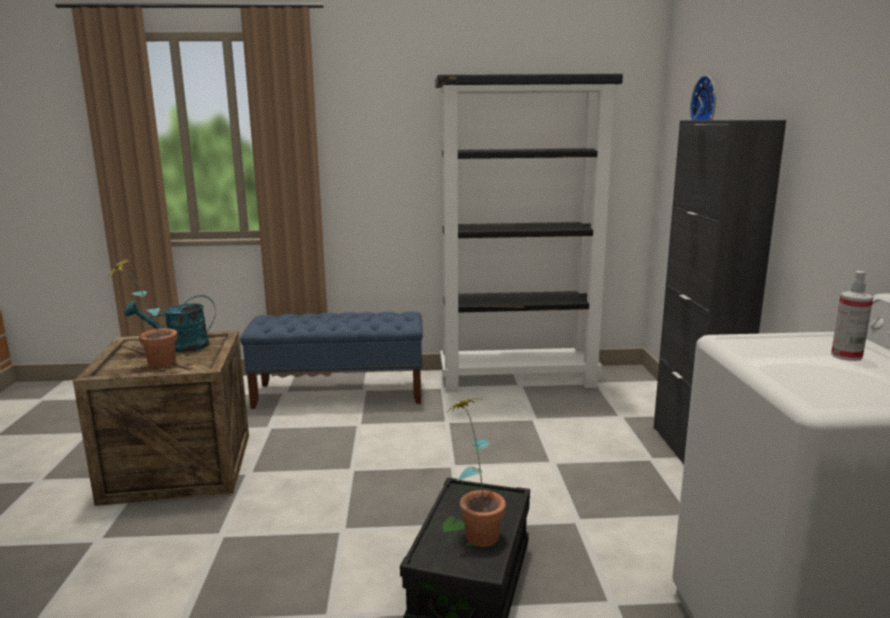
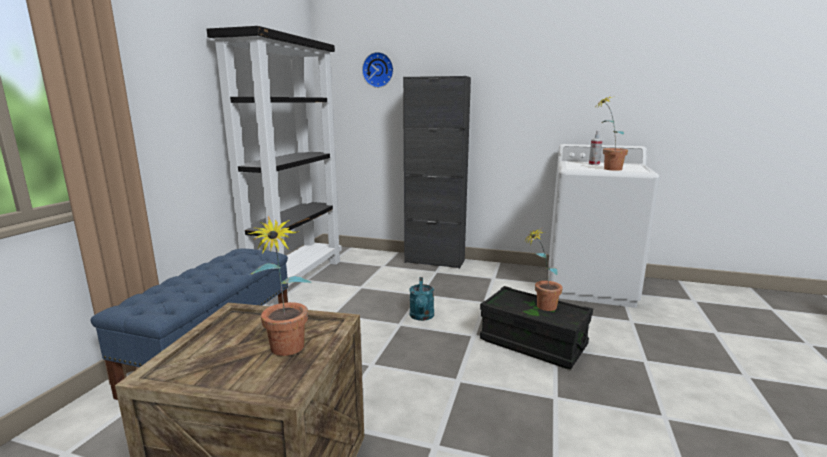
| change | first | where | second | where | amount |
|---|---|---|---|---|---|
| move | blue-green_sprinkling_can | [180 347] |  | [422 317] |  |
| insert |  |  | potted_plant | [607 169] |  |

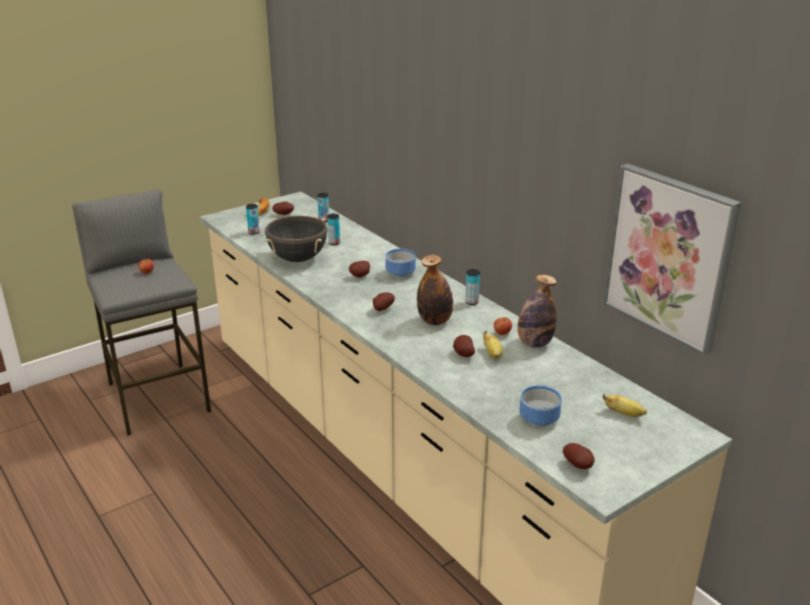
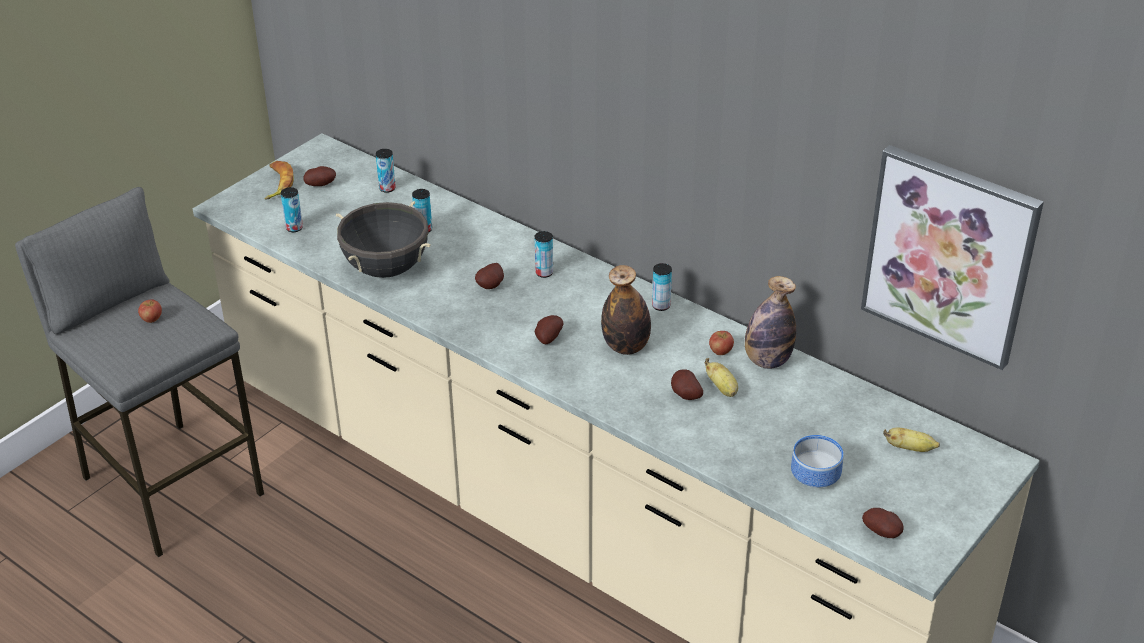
| change | first | where | second | where | amount |
|---|---|---|---|---|---|
| replace | deep_dish | [400 274] | sealed_can | [544 273] |  |

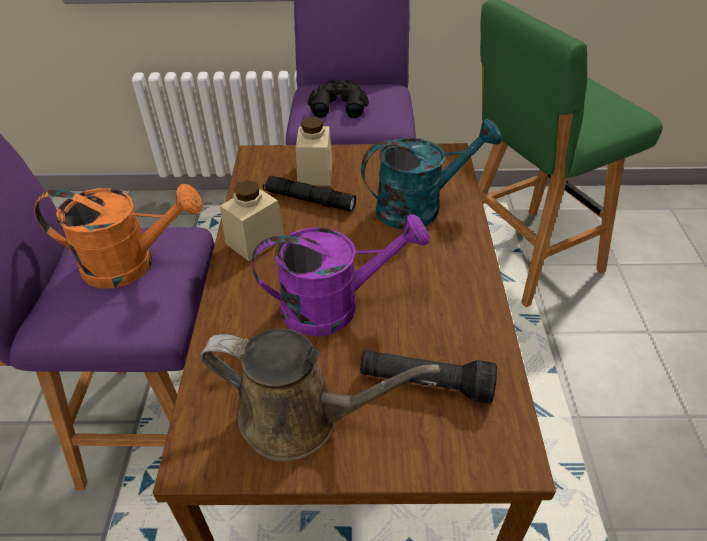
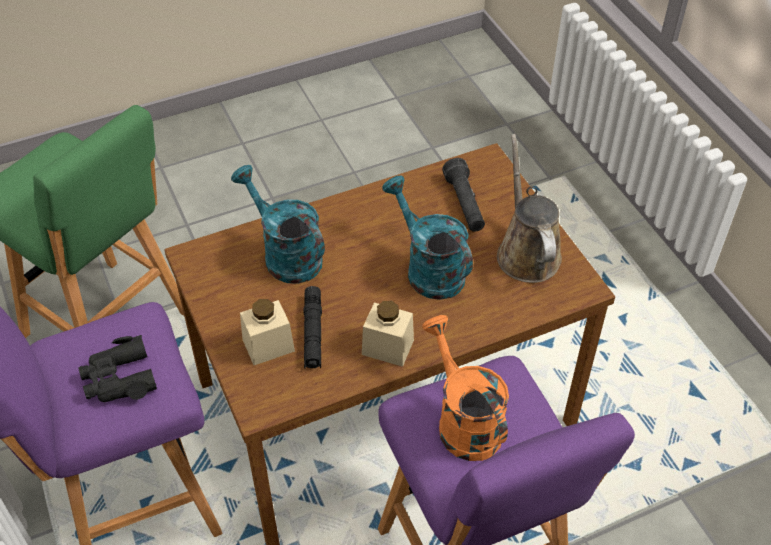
| change | first | where | second | where | amount |
|---|---|---|---|---|---|
| recolor | purplish_sprinkling_can | [334 305] | blue-green_sprinkling_can | [428 269] |  |

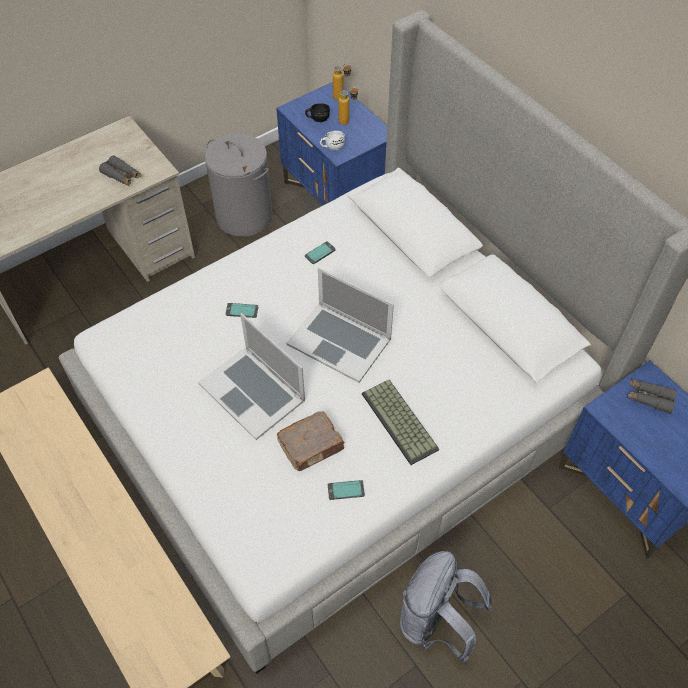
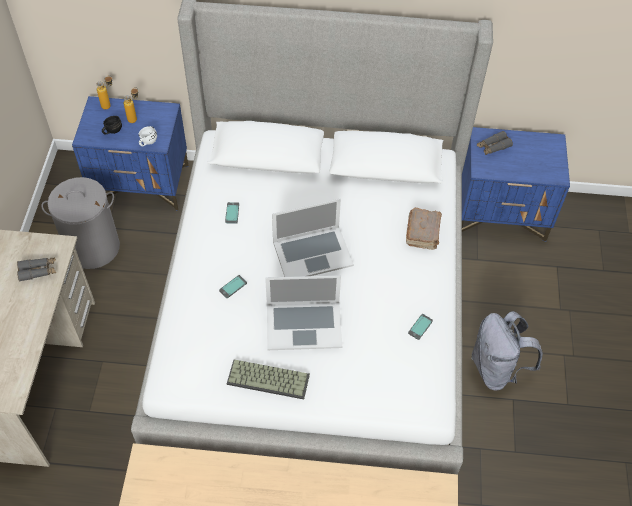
| change | first | where | second | where | amount |
|---|---|---|---|---|---|
| move | computer_keyboard | [401 421] |  | [269 378] |  |
| move | brown_volume | [312 446] |  | [423 233] |  |

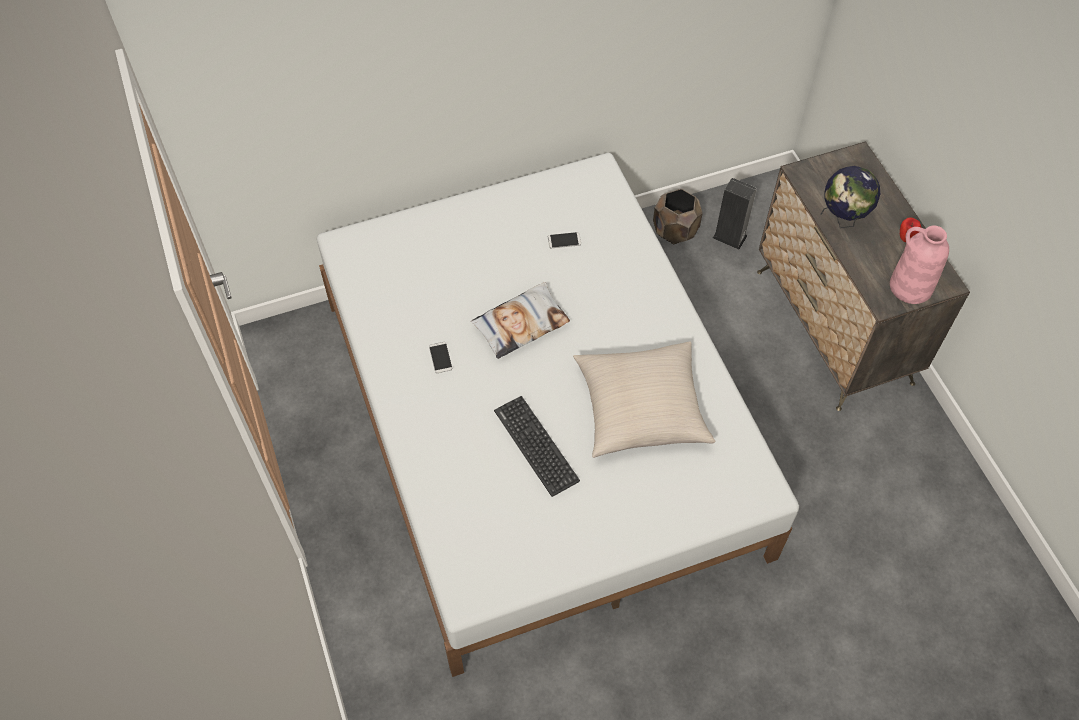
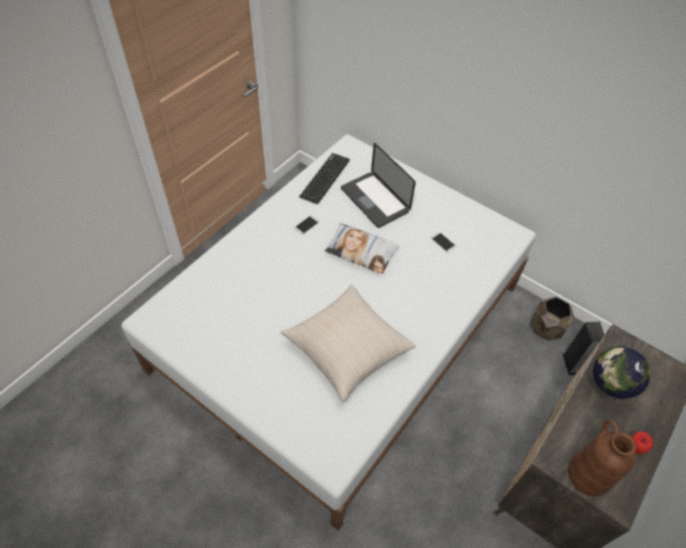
| change | first | where | second | where | amount |
|---|---|---|---|---|---|
| move | computer_keyboard | [536 445] |  | [325 178] |  |
| insert |  |  | laptop | [374 200] |  |
| recolor | pink_flower_vase | [910 287] | brown_flower_vase | [588 474] |  |

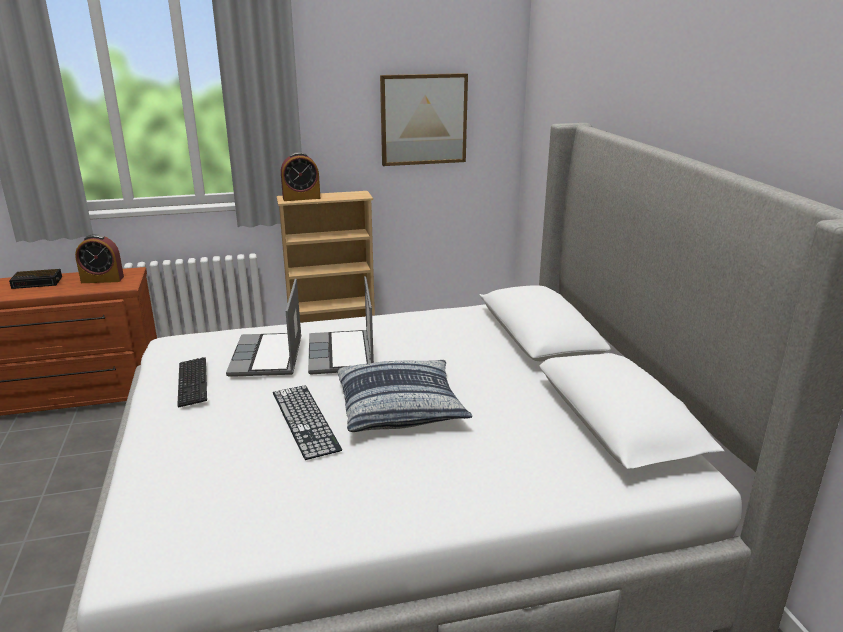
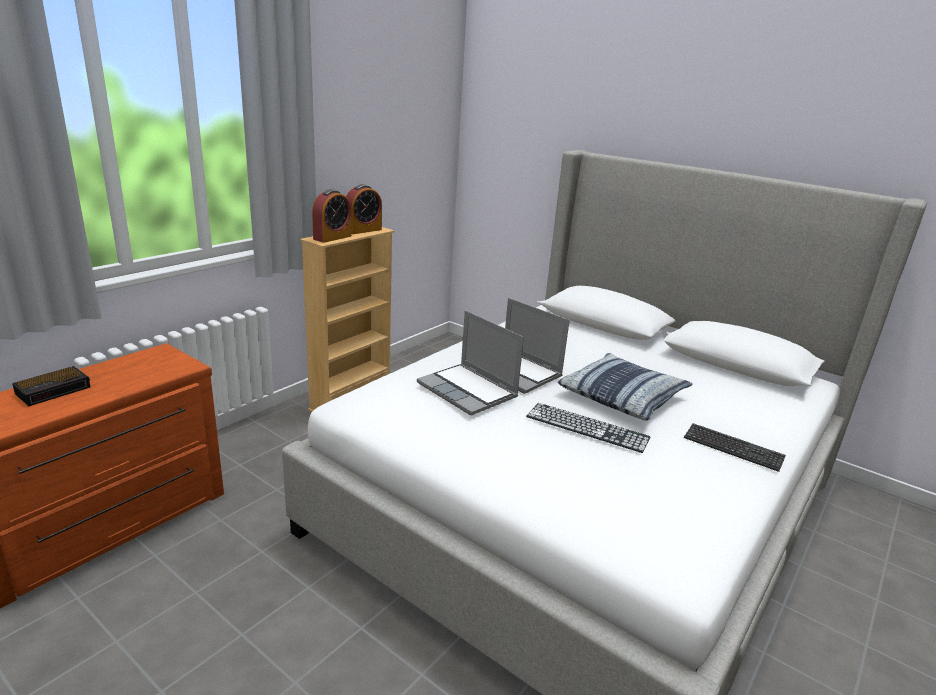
| change | first | where | second | where | amount |
|---|---|---|---|---|---|
| move | alarm_clock | [102 279] |  | [363 230] |  |
| move | computer_keyboard | [192 383] |  | [733 448] |  |
| delete | wall_picture | [423 119] |  |  |  |

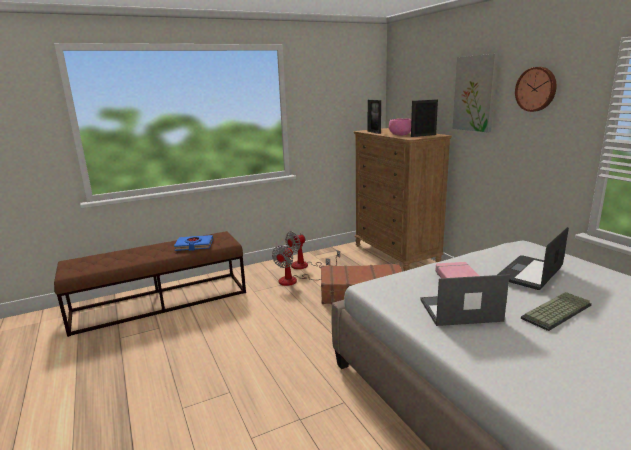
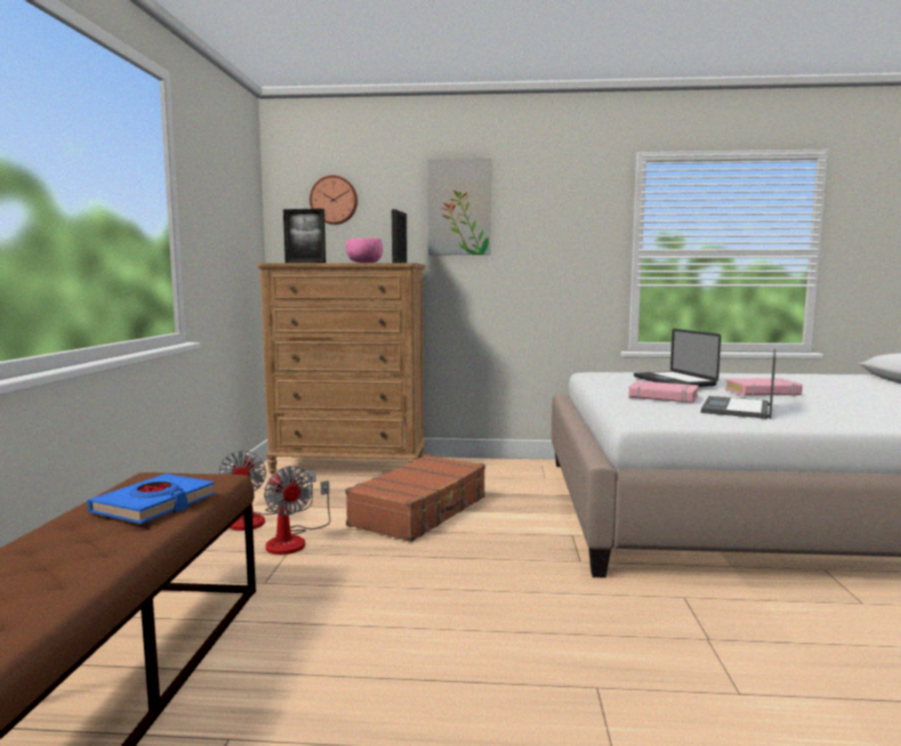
| change | first | where | second | where | amount |
|---|---|---|---|---|---|
| move | wall_clock | [536 89] |  | [334 200] |  |
| replace | computer_keyboard | [557 312] | pink_volume | [762 392] |  |

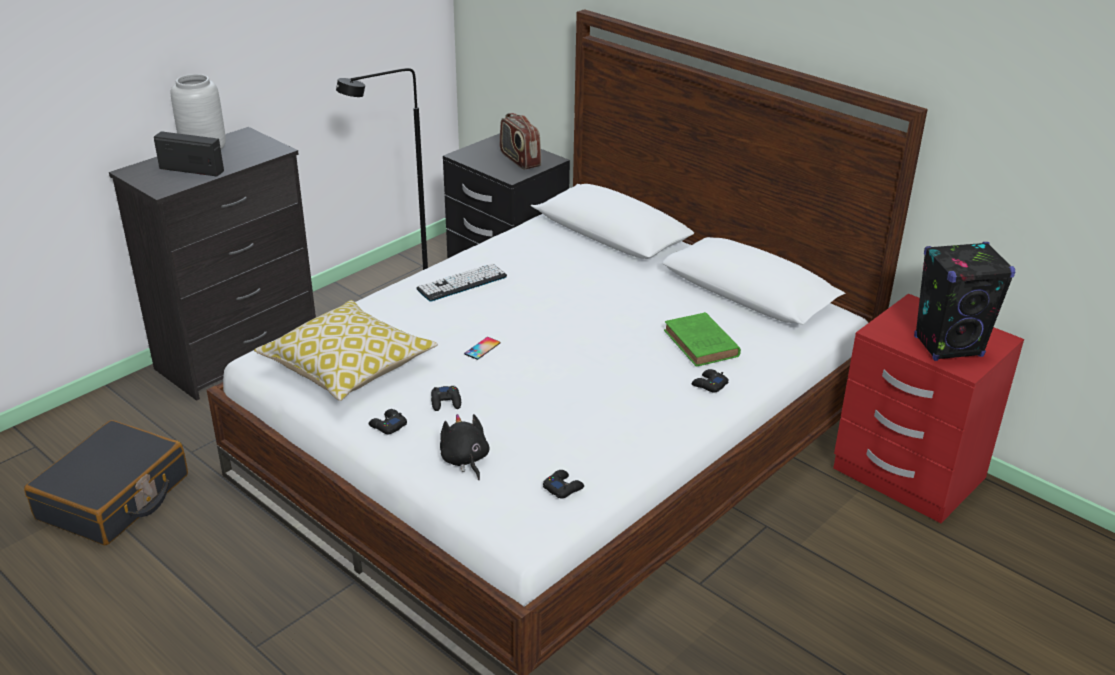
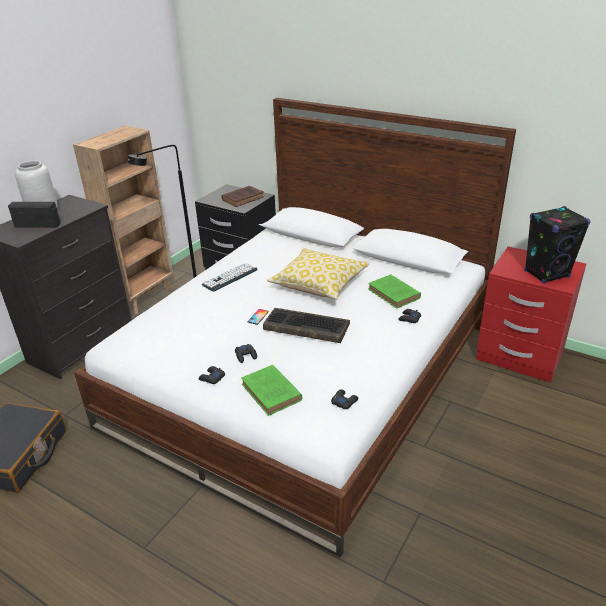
| change | first | where | second | where | amount |
|---|---|---|---|---|---|
| insert |  |  | brown_bookshelf | [145 297] |  |
| replace | radio_receiver | [519 160] | brown_volume | [244 198] |  |
| replace | black_soft_toy | [465 460] | green-coloured_volume | [272 393] |  |
| insert |  |  | computer_keyboard | [305 327] |  |
| move | cushion | [348 367] |  | [319 284] |  |

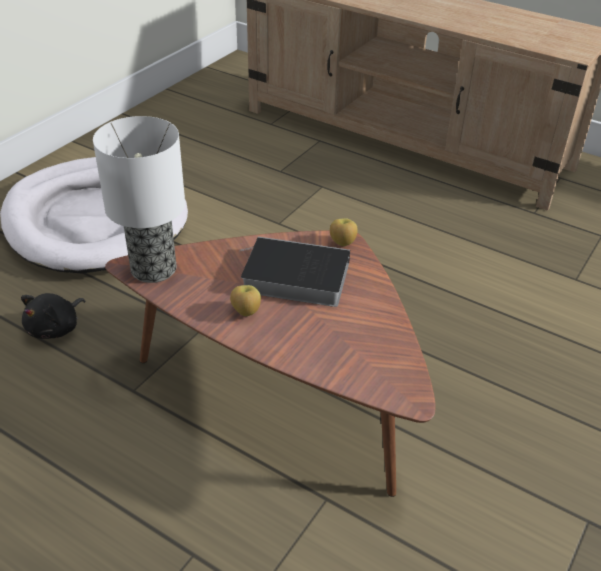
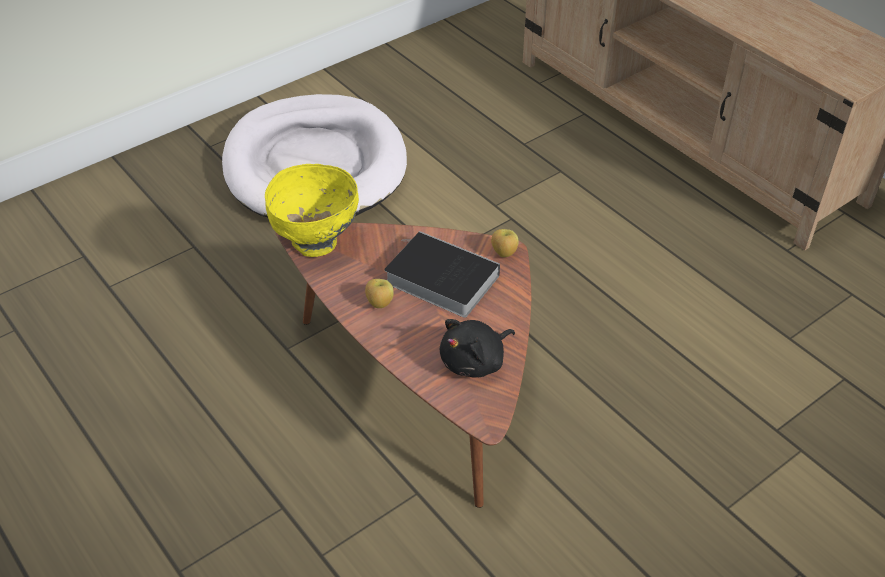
| change | first | where | second | where | amount |
|---|---|---|---|---|---|
| replace | lamp_for_a_table | [153 270] | yellow_deep_dish | [316 243] |  |
| move | black_soft_toy | [56 328] |  | [475 362] |  |

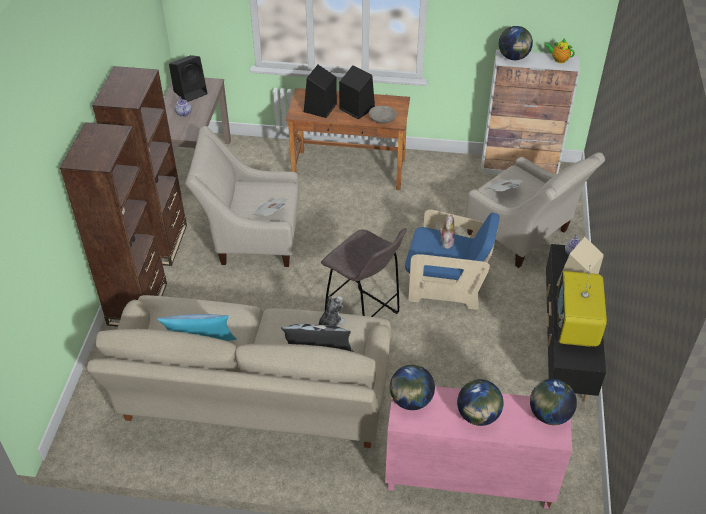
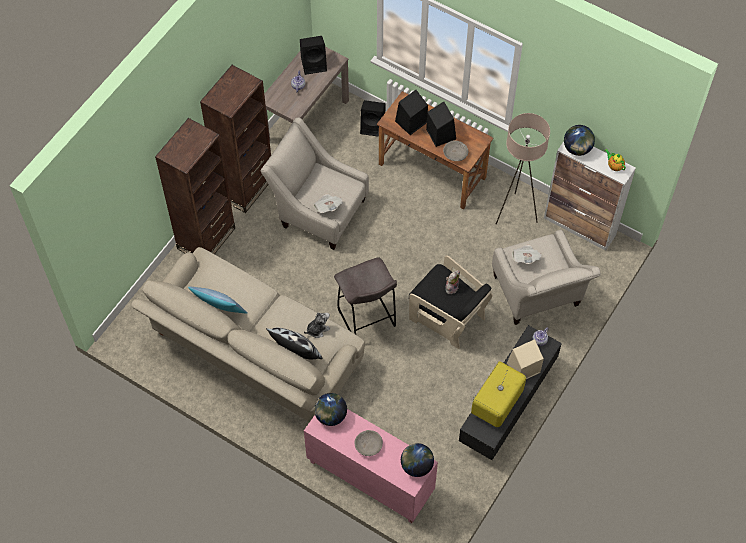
| change | first | where | second | where | amount |
|---|---|---|---|---|---|
| replace | globe | [478 415] | gray_deep_dish | [368 446] |  |
| insert |  |  | black_audio_speaker | [373 126] |  |
| recolor | blue-coloured_lounge_chair | [446 285] | black_lounge_chair | [447 317] |  |
| insert |  |  | beige_floor_lamp | [515 213] |  |

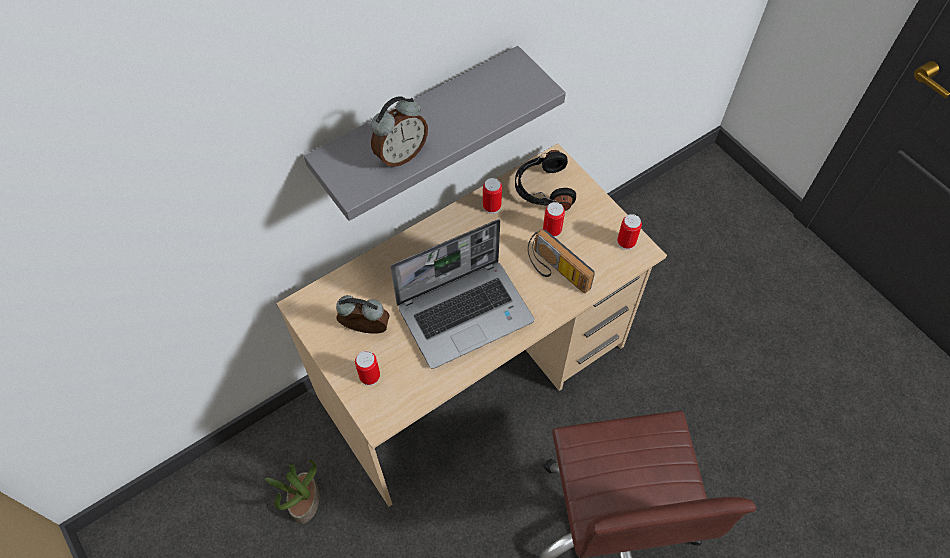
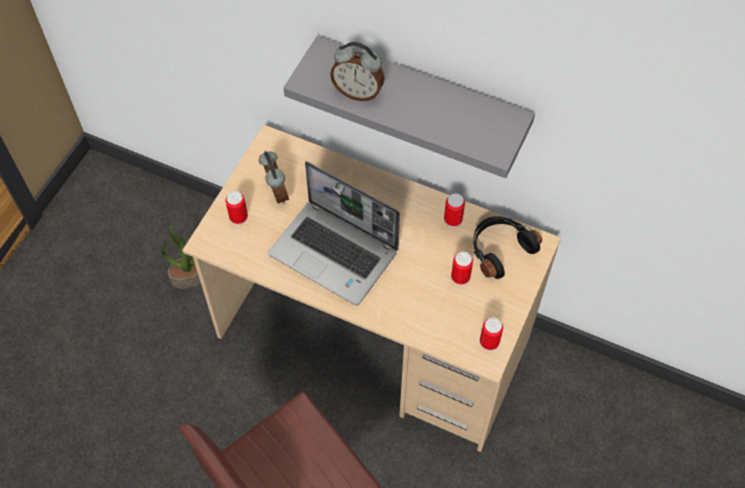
| change | first | where | second | where | amount |
|---|---|---|---|---|---|
| delete | radio_receiver | [555 271] |  |  |  |

